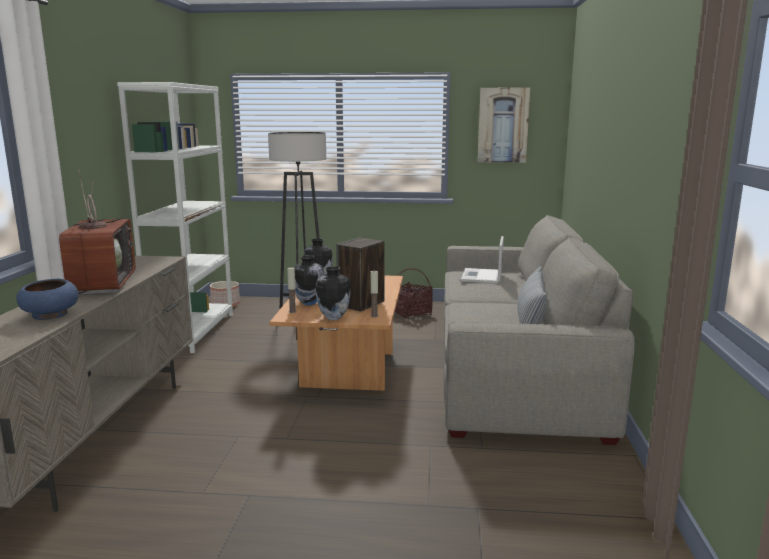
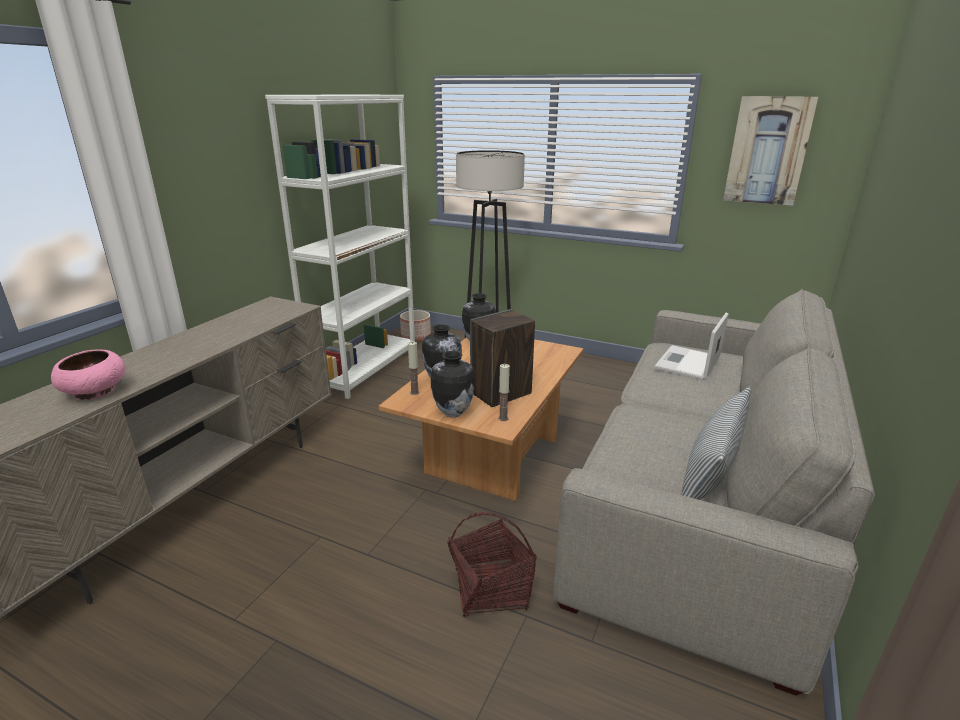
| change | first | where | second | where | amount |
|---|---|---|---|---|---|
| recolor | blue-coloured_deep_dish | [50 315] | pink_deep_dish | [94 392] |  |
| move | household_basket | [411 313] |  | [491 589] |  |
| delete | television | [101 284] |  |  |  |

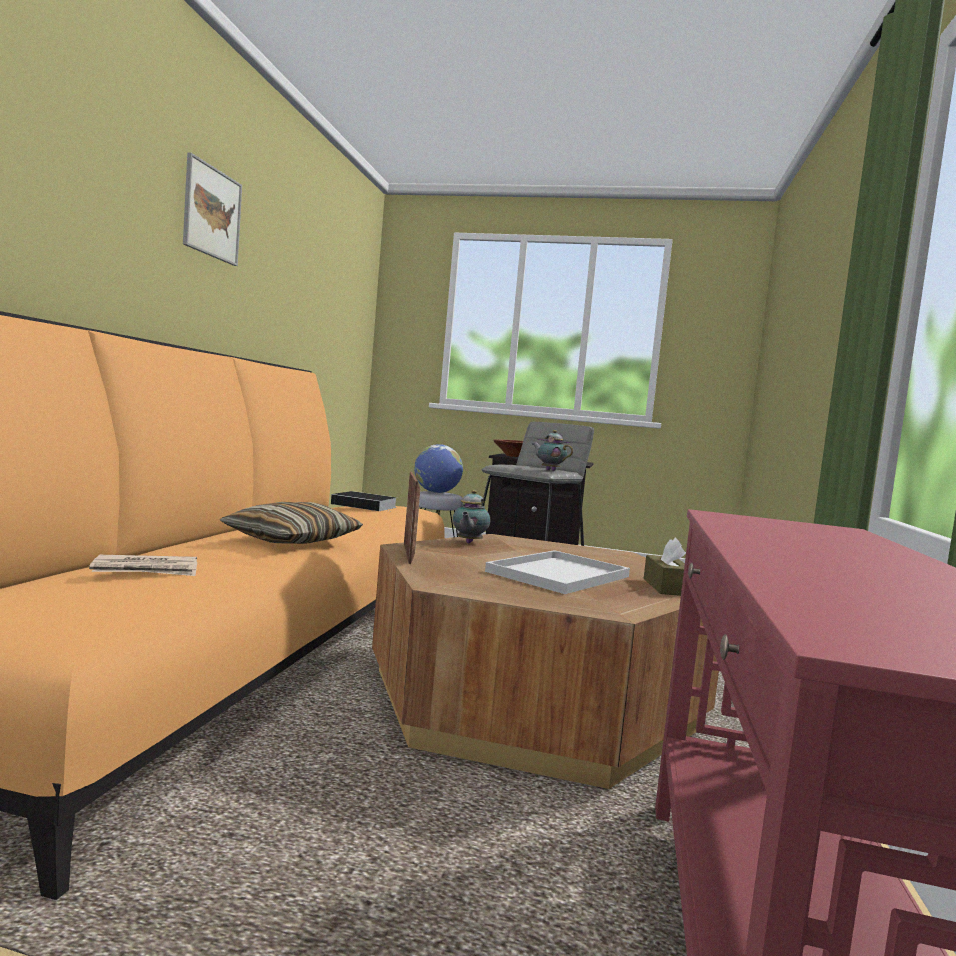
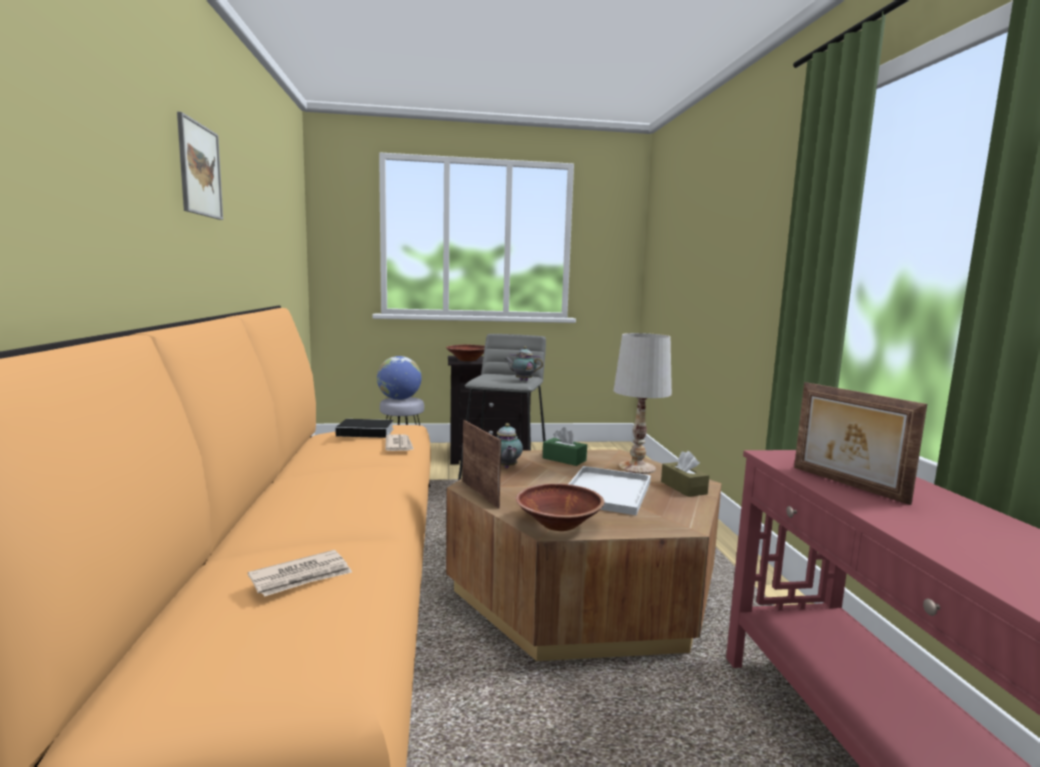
| change | first | where | second | where | amount |
|---|---|---|---|---|---|
| insert |  |  | newspaper | [399 445] |  |
| insert |  |  | brown_deep_dish | [559 524] |  |
| insert |  |  | green-coloured_tissue_holder | [564 459] |  |
| insert |  |  | white_lamp_for_a_table | [637 468] |  |
| insert |  |  | photo_frame | [846 484] |  |
| delete | cushion | [292 540] |  |  |  |

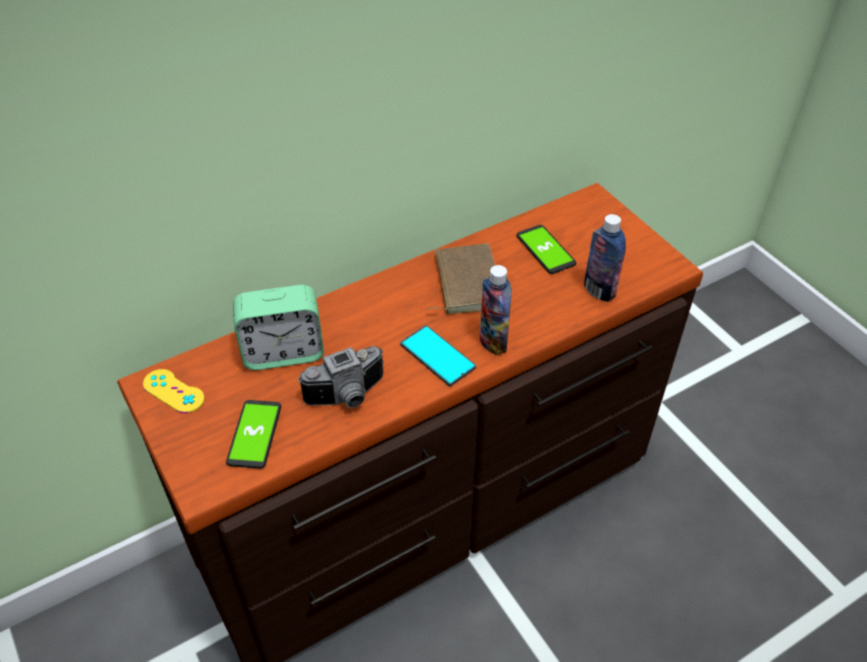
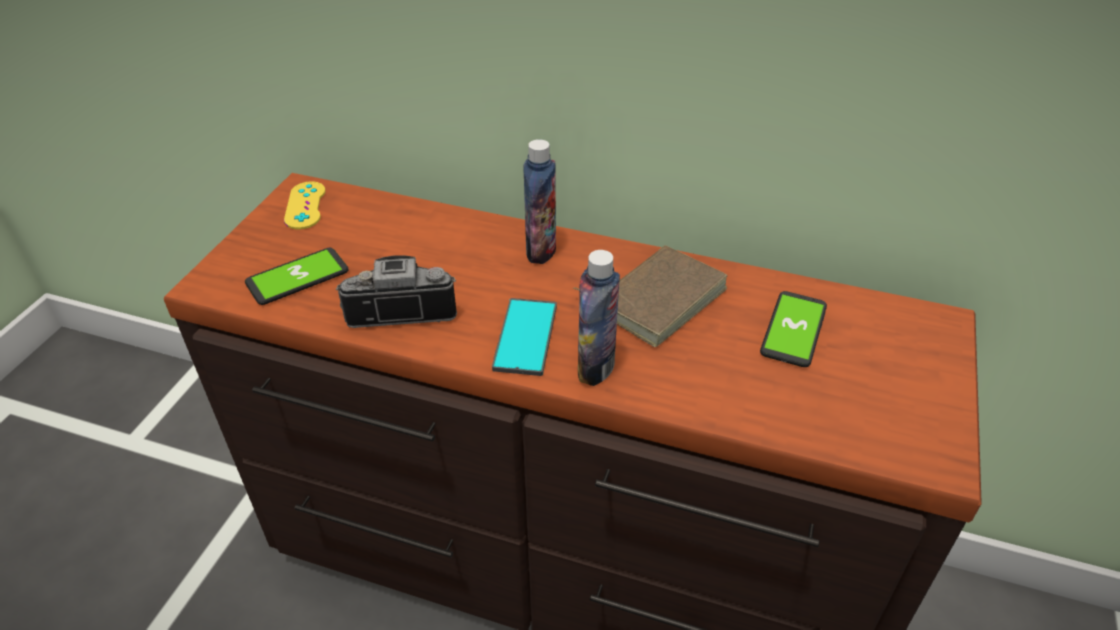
| change | first | where | second | where | amount |
|---|---|---|---|---|---|
| rotate | photo_camera | [348 397] |  | [402 308] | 150 degrees clockwise |
| move | drink_bottle | [599 290] |  | [541 250] |  |
| delete | alarm_clock | [283 352] |  |  |  |

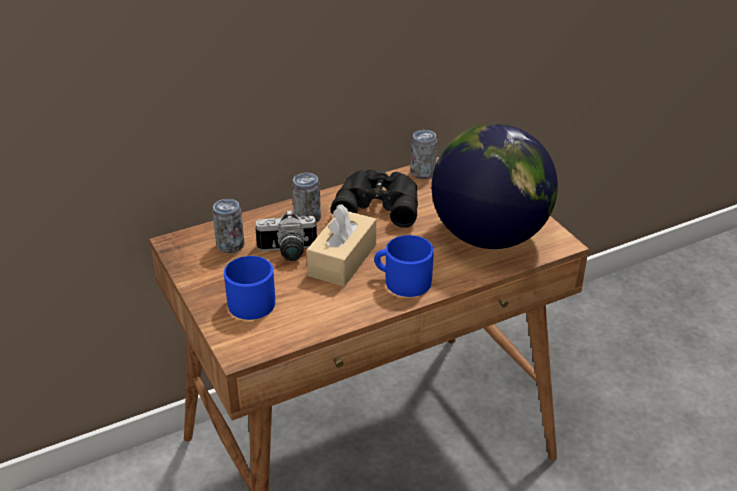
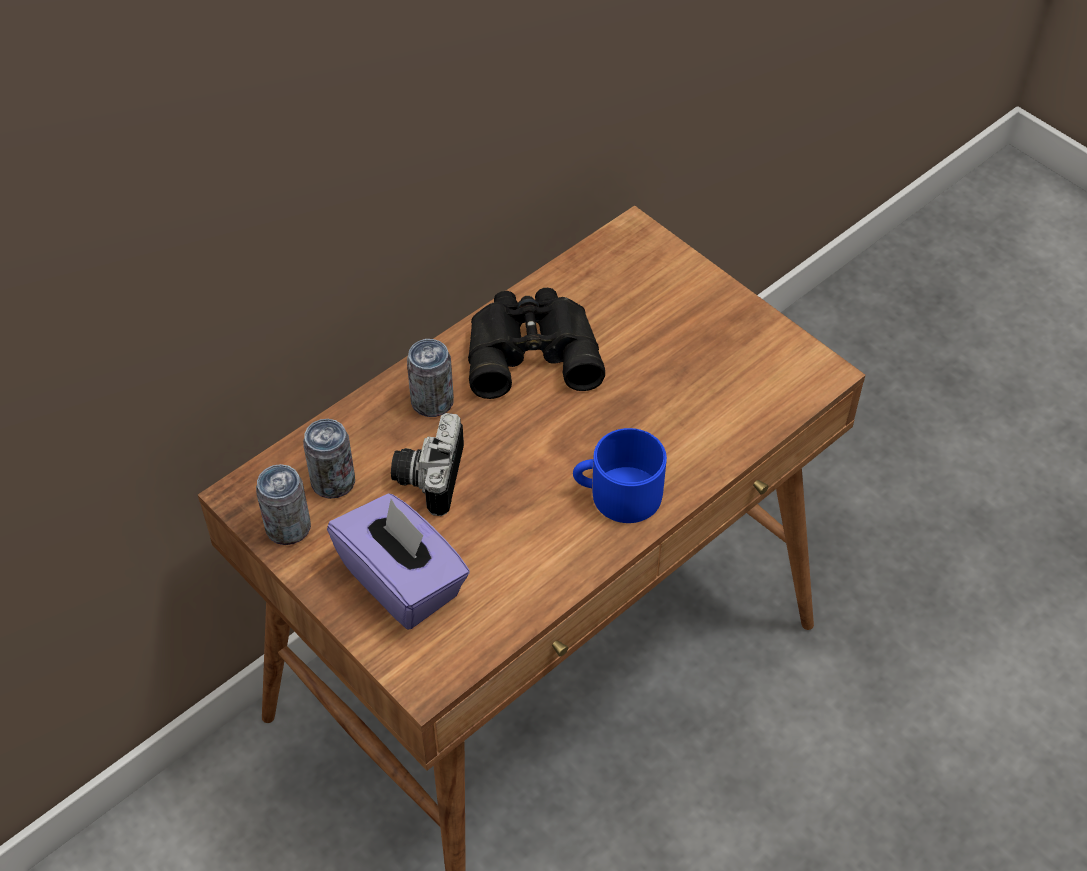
| change | first | where | second | where | amount |
|---|---|---|---|---|---|
| move | sealed_can | [423 173] |  | [288 528] |  |
| replace | blue-coloured_coffee_mug | [249 300] | purplish_tissue_holder | [403 581] |  |
| rotate | photo_camera | [287 252] |  | [427 476] | 120 degrees clockwise |
| delete | beige_tissue_holder | [342 260] |  |  |  |
| delete | globe | [489 236] |  |  |  |

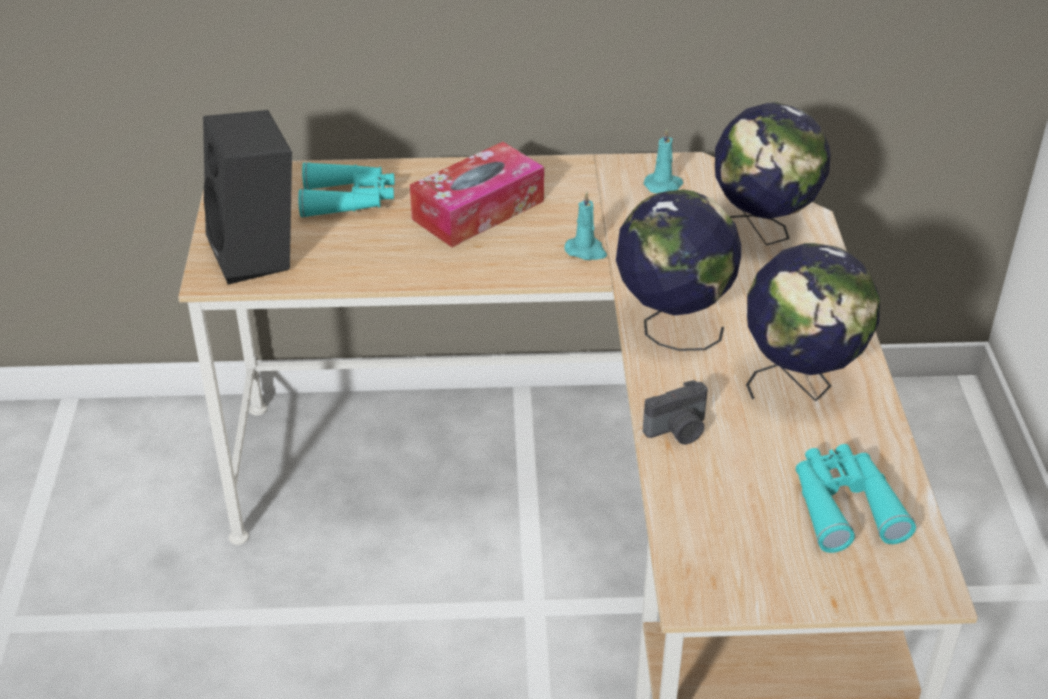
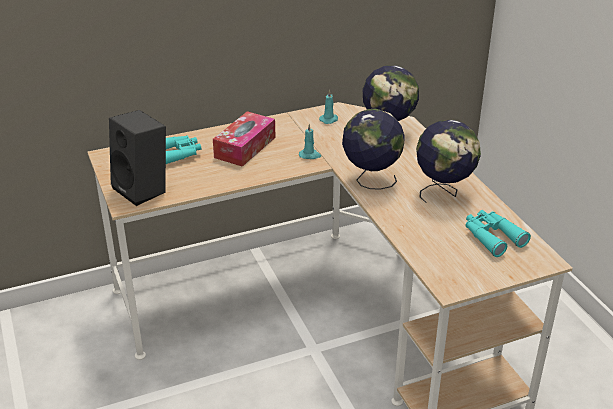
| change | first | where | second | where | amount |
|---|---|---|---|---|---|
| delete | photo_camera | [678 431] |  |  |  |

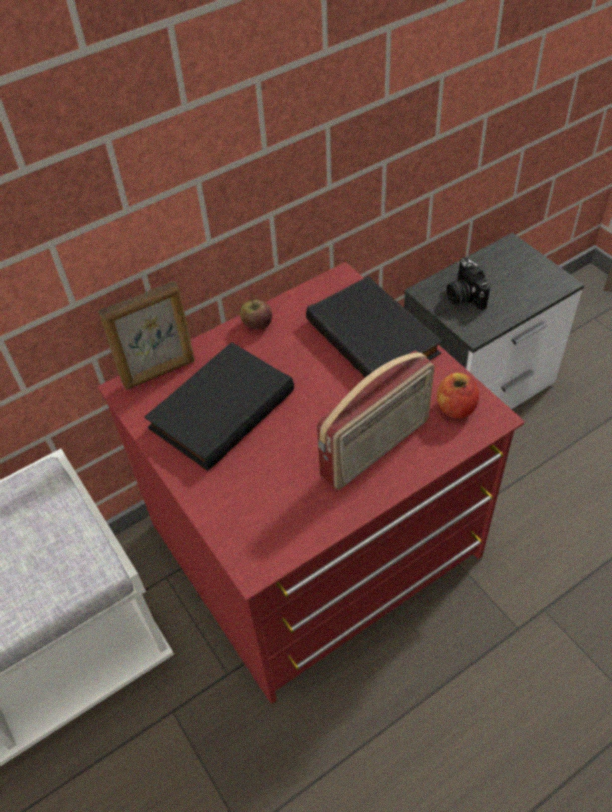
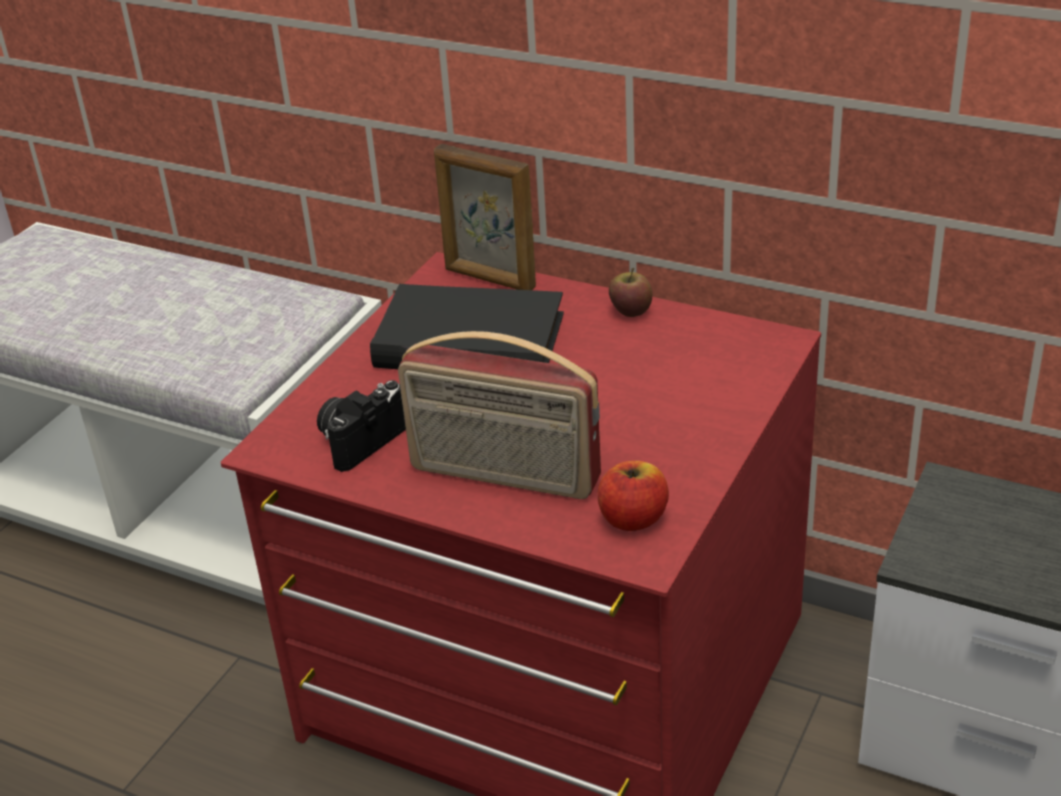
| change | first | where | second | where | amount |
|---|---|---|---|---|---|
| move | photo_camera | [464 296] |  | [359 441] |  |
| delete | black_volume | [375 336] |  |  |  |

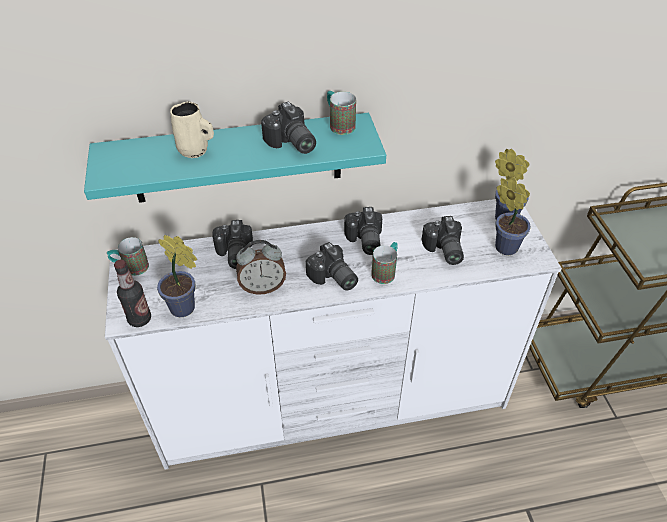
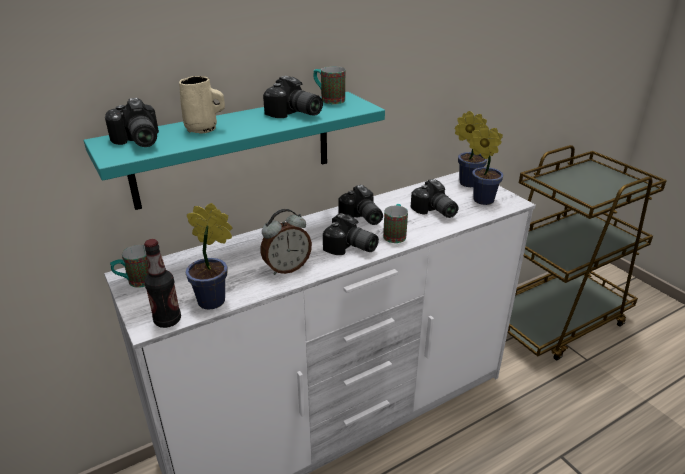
| change | first | where | second | where | amount |
|---|---|---|---|---|---|
| move | photo_camera | [233 254] |  | [137 141] |  |

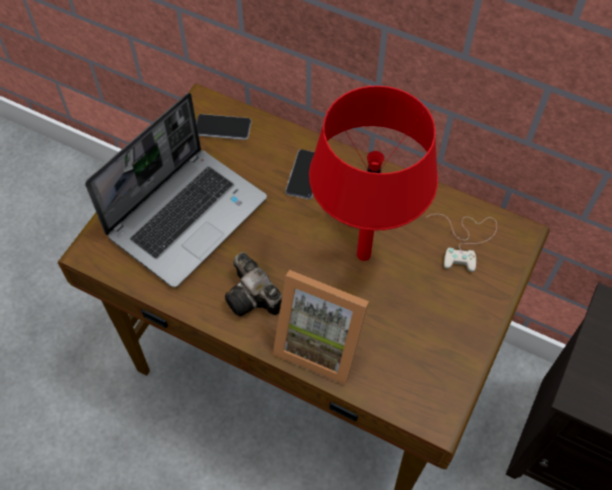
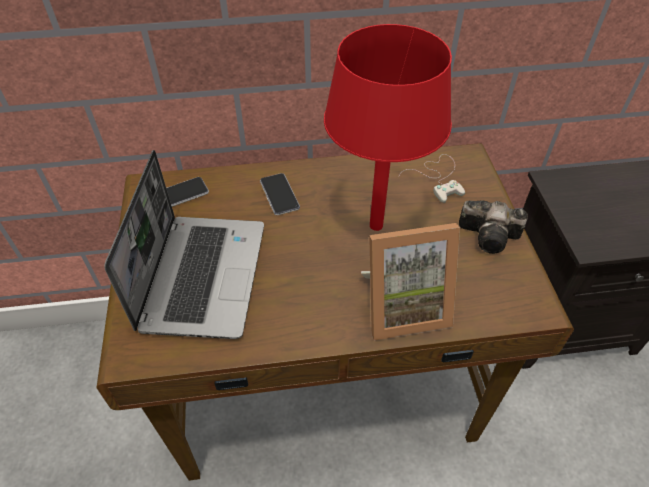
| change | first | where | second | where | amount |
|---|---|---|---|---|---|
| move | photo_camera | [254 298] |  | [491 236] |  |

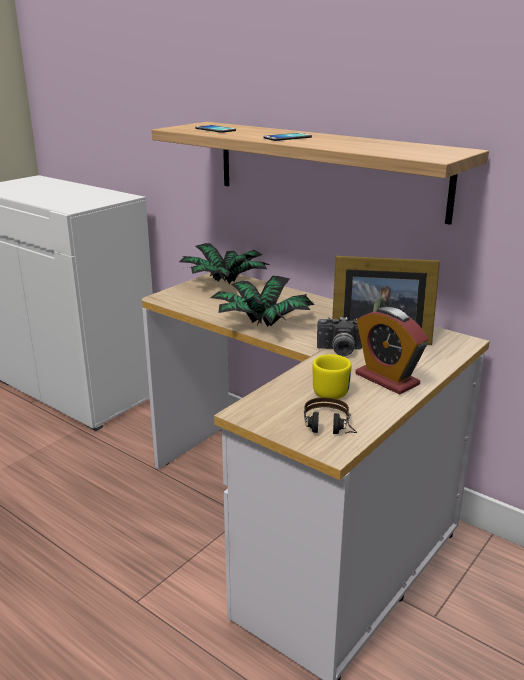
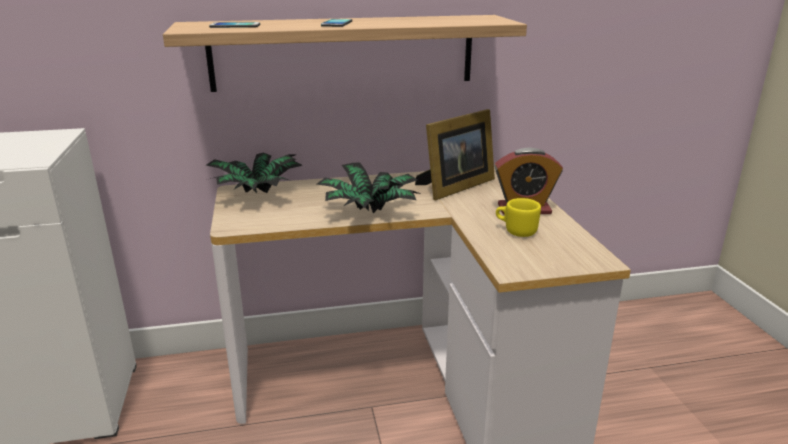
| change | first | where | second | where | amount |
|---|---|---|---|---|---|
| delete | pair_of_headphones | [329 431] |  |  |  |
| delete | photo_camera | [339 351] |  |  |  |

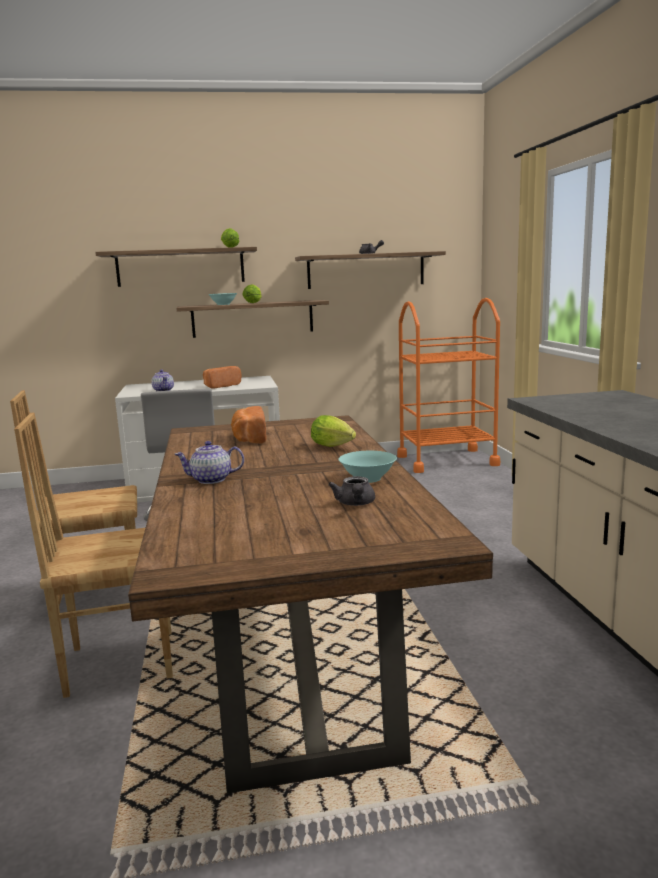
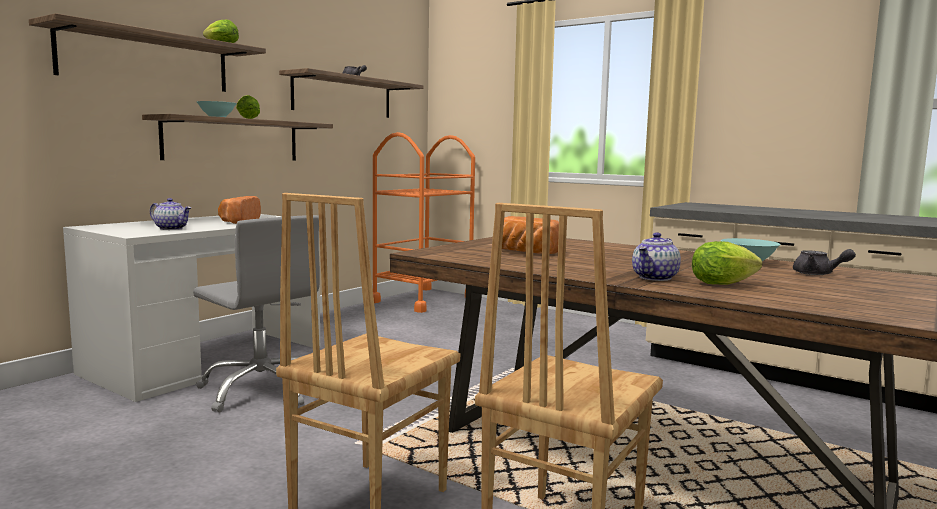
| change | first | where | second | where | amount |
|---|---|---|---|---|---|
| move | lettuce | [334 446] |  | [726 284] |  |

